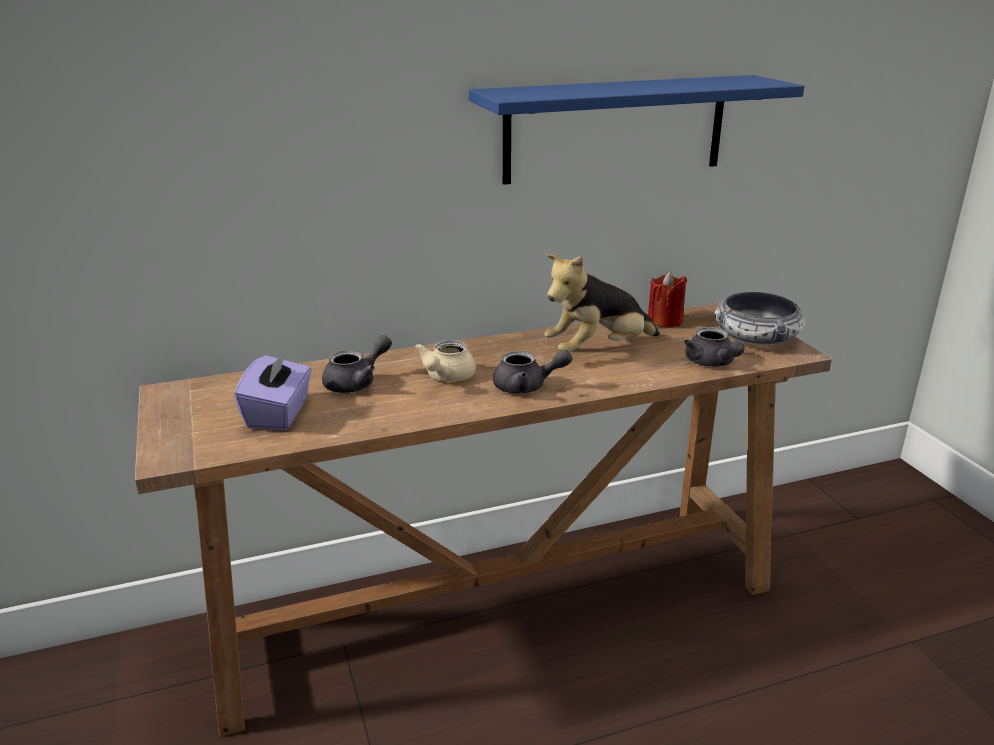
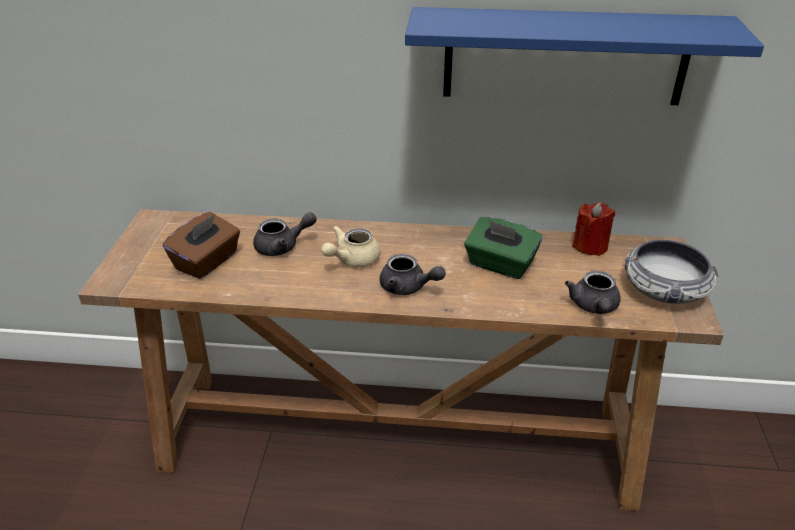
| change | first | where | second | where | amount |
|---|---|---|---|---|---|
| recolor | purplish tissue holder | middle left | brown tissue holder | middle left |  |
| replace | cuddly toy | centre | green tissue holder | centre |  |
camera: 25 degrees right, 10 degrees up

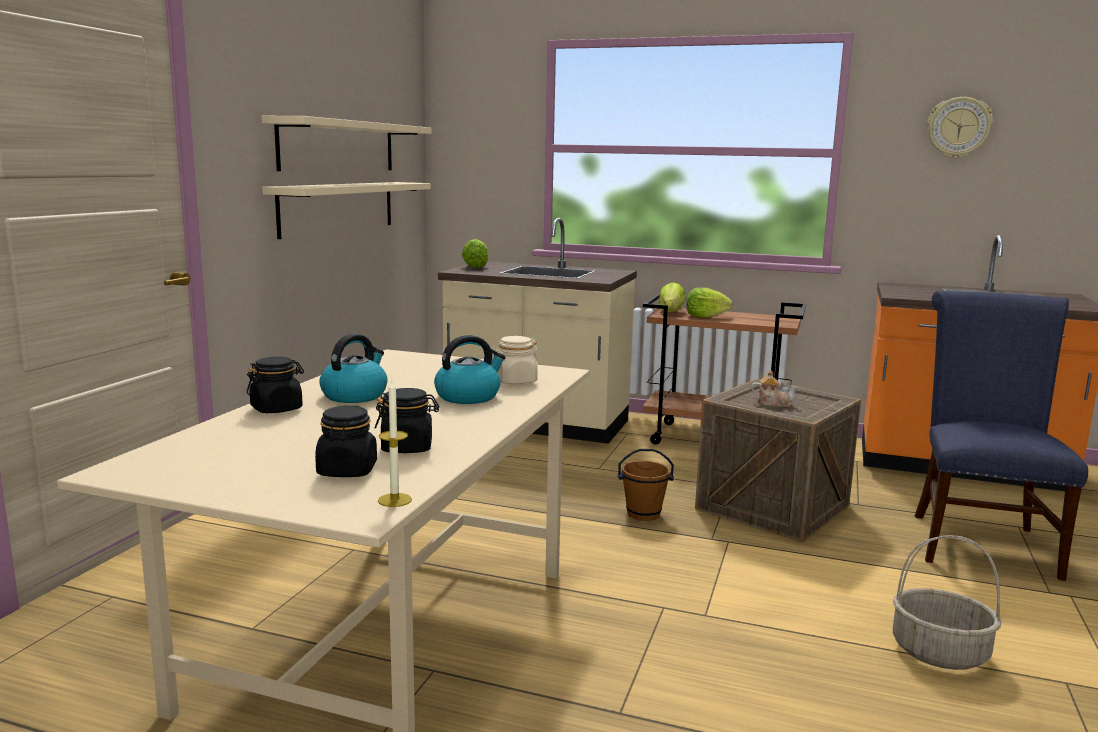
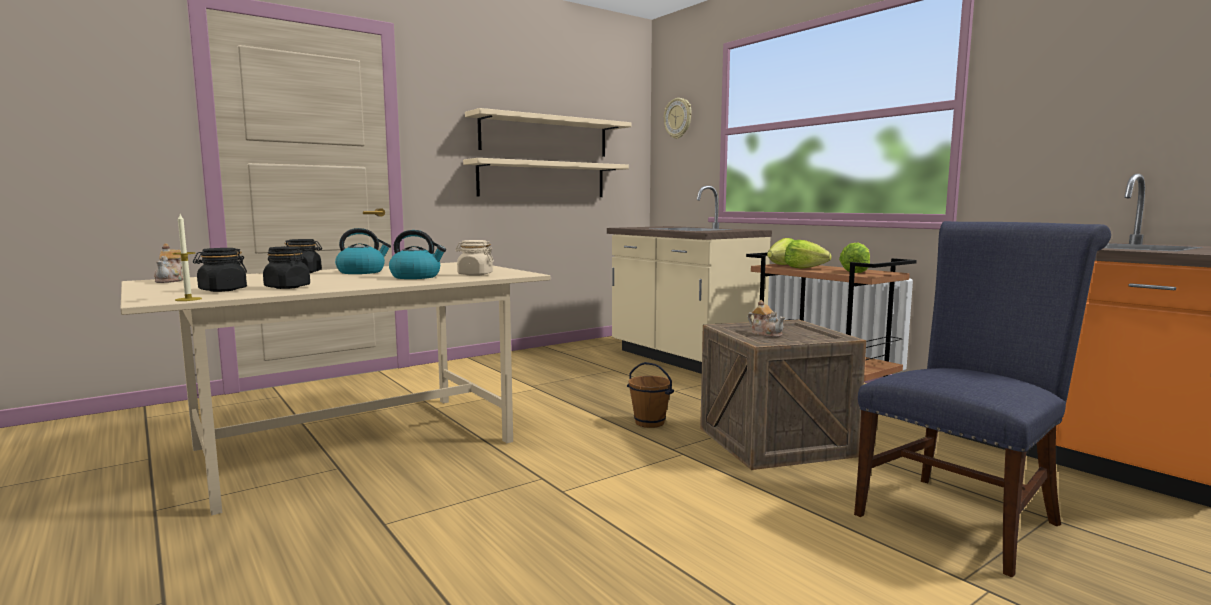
| change | first | where | second | where | amount |
|---|---|---|---|---|---|
| move | head of lettuce (1st from left in the first image) | centre | head of lettuce (3rd from left) | middle right |  |
| delete | basket | bottom right |  |  |  |
| move | clock on the wall | top right |  | top centre |  |
| insert |  |  | pot for tea (1st from left) | middle left |  |
camera: 35 degrees right, 5 degrees down

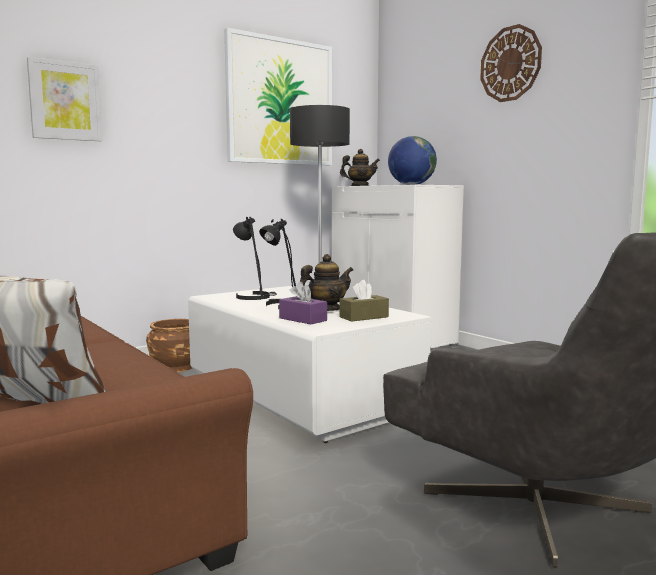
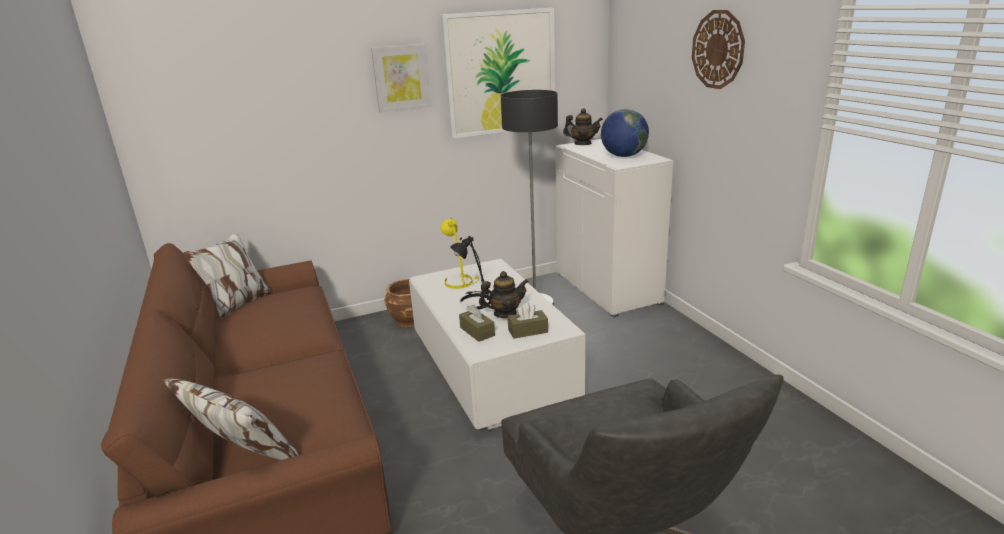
| change | first | where | second | where | amount |
|---|---|---|---|---|---|
| move | wall art (1st from left) | top left |  | top centre |  |
| recolor | black lamp for a table (1st from left) | centre | yellow lamp for a table | centre |  |
| recolor | purplish tissue holder | centre | brown tissue holder (1st from left) | centre |  |
camera: 15 degrees right, 15 degrees up

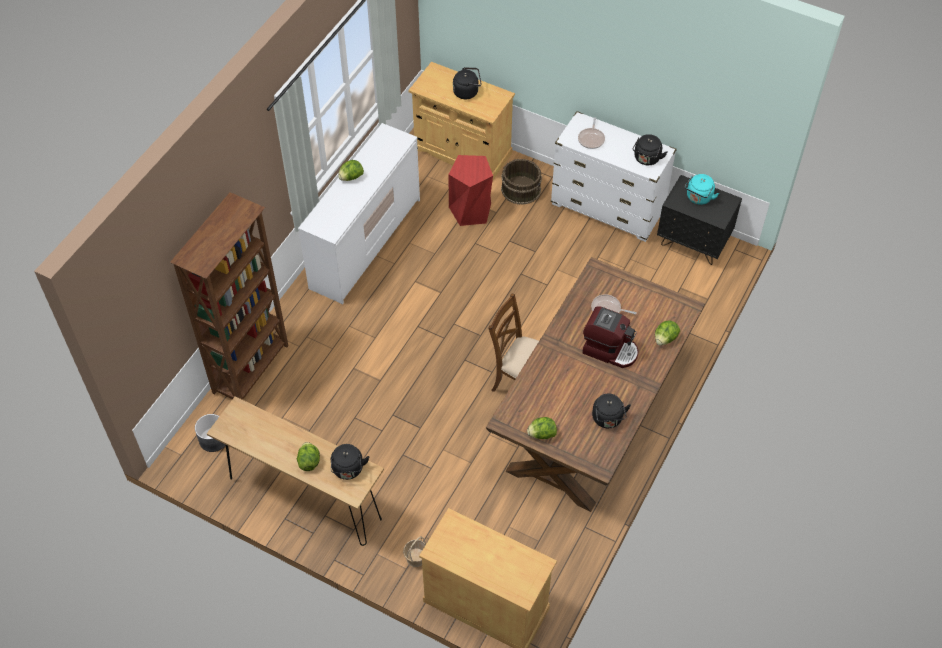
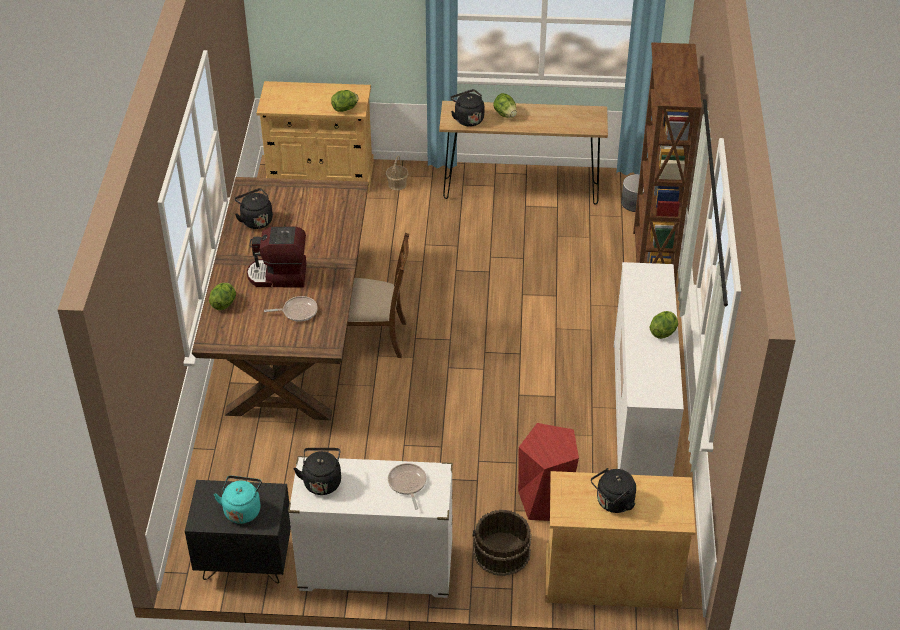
| change | first | where | second | where | amount |
|---|---|---|---|---|---|
| move | head of lettuce (3rd from left in the first image) | centre | head of lettuce (2nd from left) | top centre |  |
camera: 155 degrees right, 10 degrees down

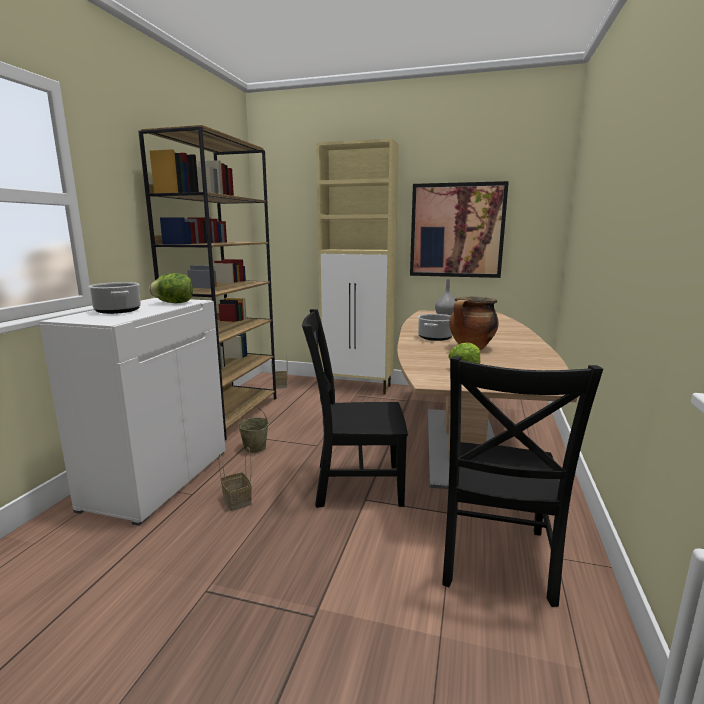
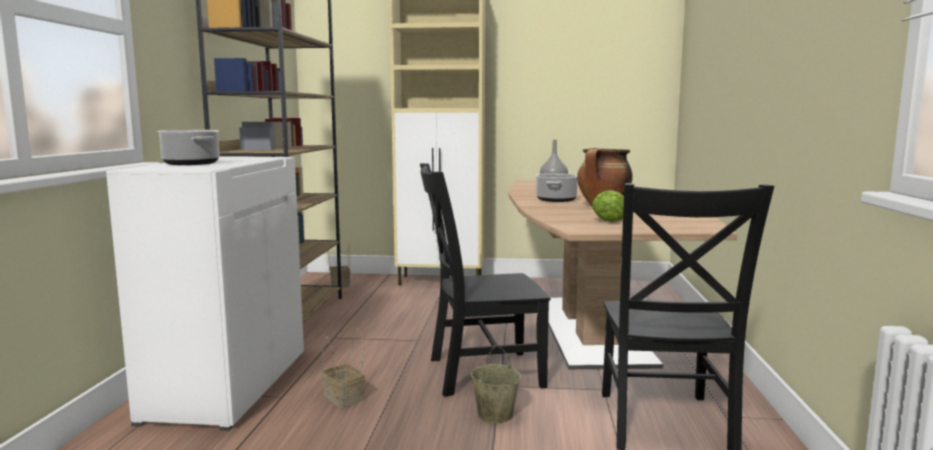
| change | first | where | second | where | amount |
|---|---|---|---|---|---|
| delete | head of lettuce (1st from left) | middle left |  |  |  |
| move | beige pail | centre |  | bottom centre |  |
| delete | wall art | top centre |  |  |  |
camera: 10 degrees left, 5 degrees down

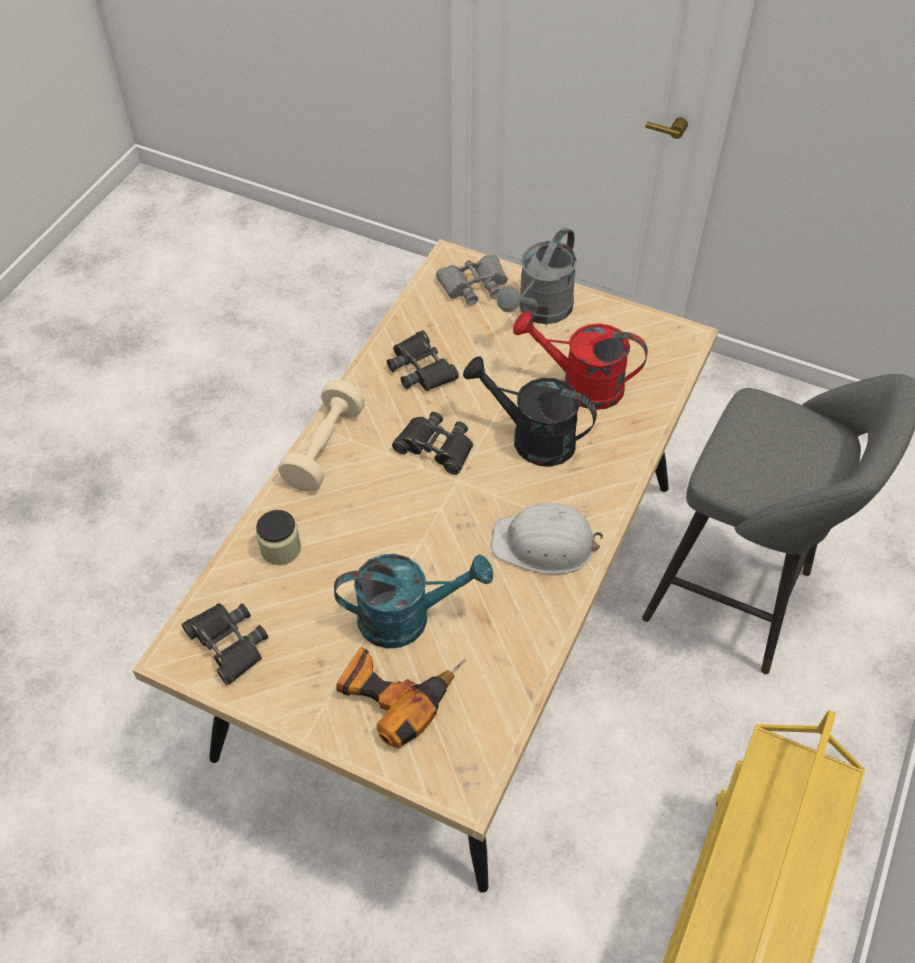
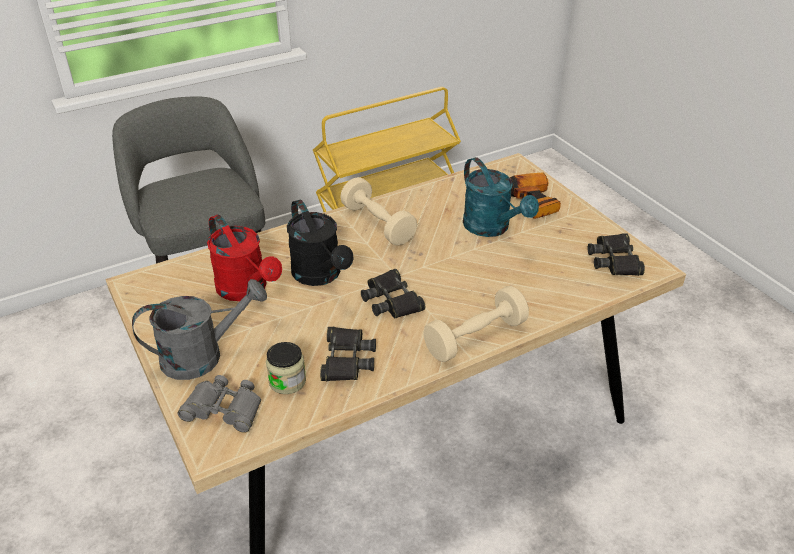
| change | first | where | second | where | amount |
|---|---|---|---|---|---|
| move | preserve jar | middle left |  | centre |  |
| rotate | turquoise watering can | centre |  | centre | 150 degrees counterclockwise |
| replace | white-coloured work helmet | centre | beige free weight (1st from left) | centre |  |
camera: 145 degrees left, 15 degrees down

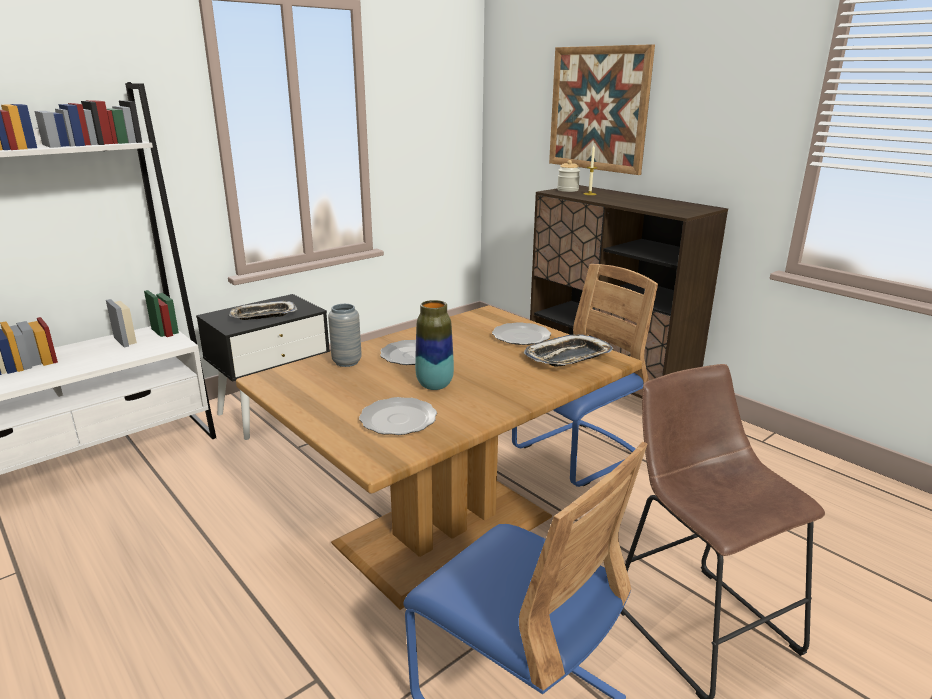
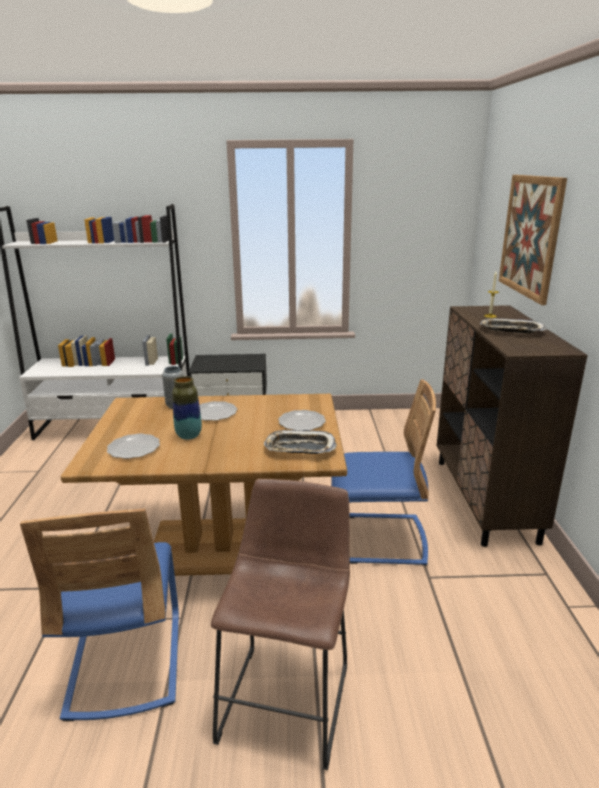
| change | first | where | second | where | amount |
|---|---|---|---|---|---|
| move | tray (1st from left in the first image) | middle left | tray (2nd from left) | middle right |  |
| delete | preserve jar | top centre |  |  |  |
camera: 40 degrees right, 0 degrees up

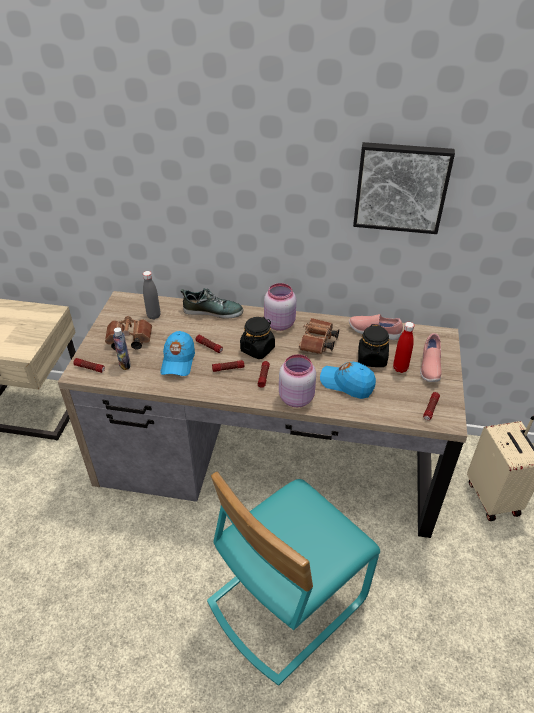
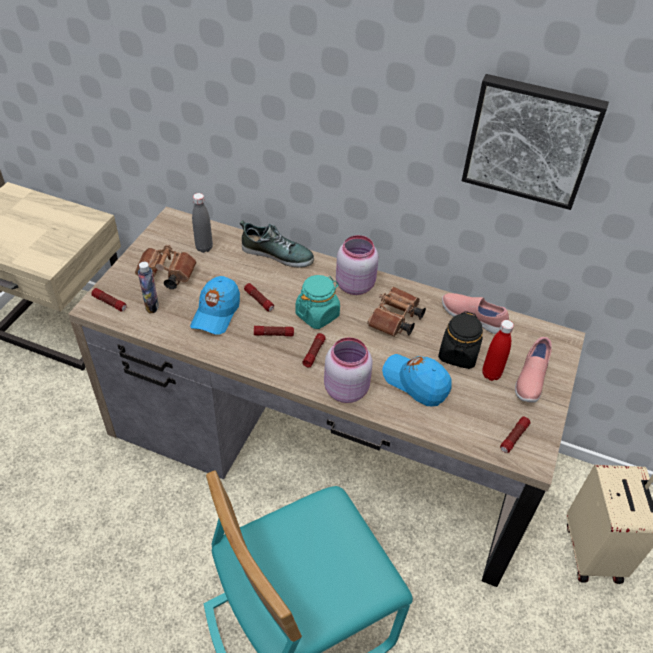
| change | first | where | second | where | amount |
|---|---|---|---|---|---|
| recolor | black preserve jar (1st from left) | centre | turquoise preserve jar | centre |  |
camera: 10 degrees right, 5 degrees up

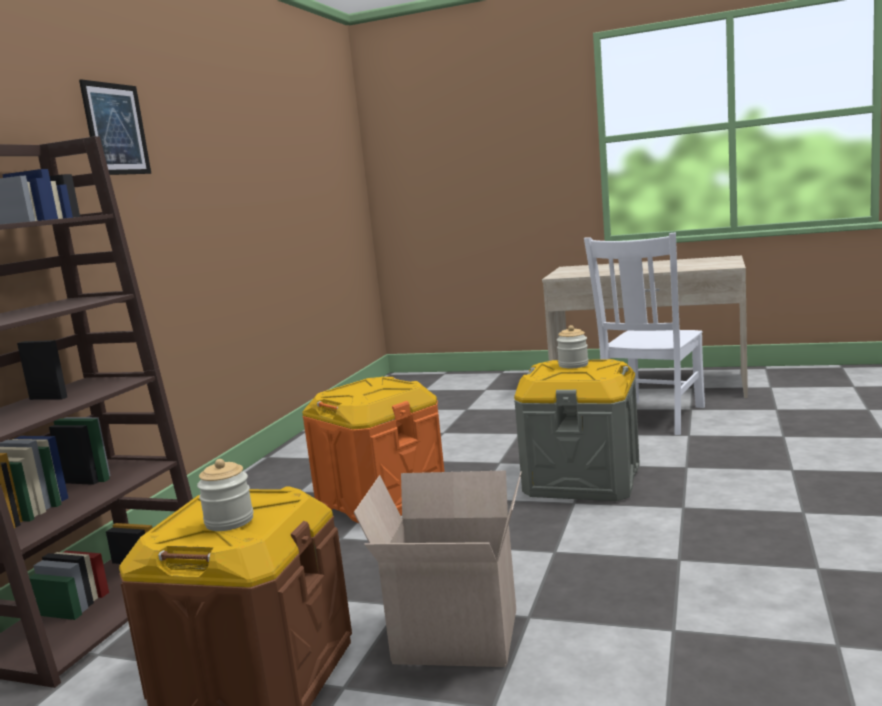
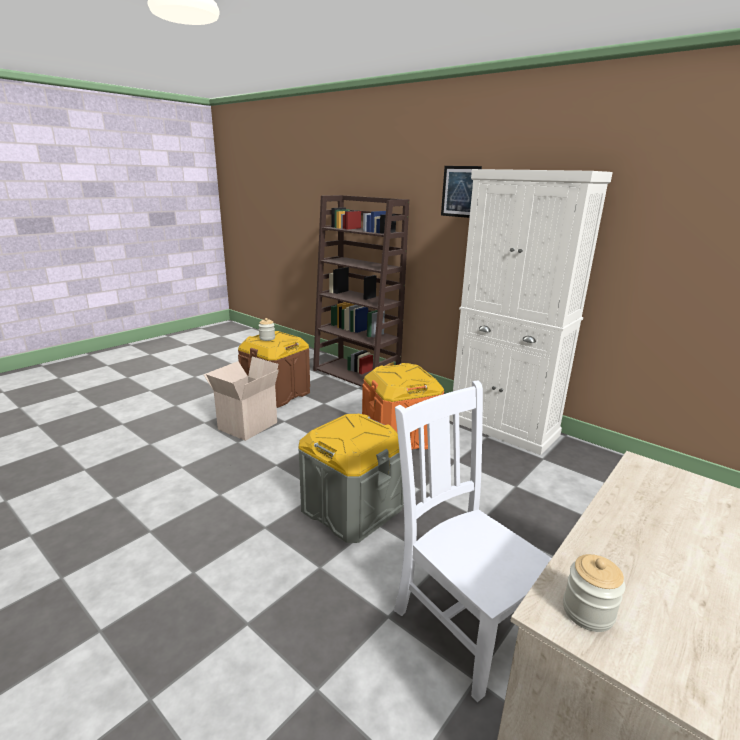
| change | first | where | second | where | amount |
|---|---|---|---|---|---|
| move | preserve jar (2nd from left) | centre |  | bottom right |  |
| insert |  |  | white-coloured storage cabinet | middle right |  |
camera: 110 degrees right, 10 degrees up

